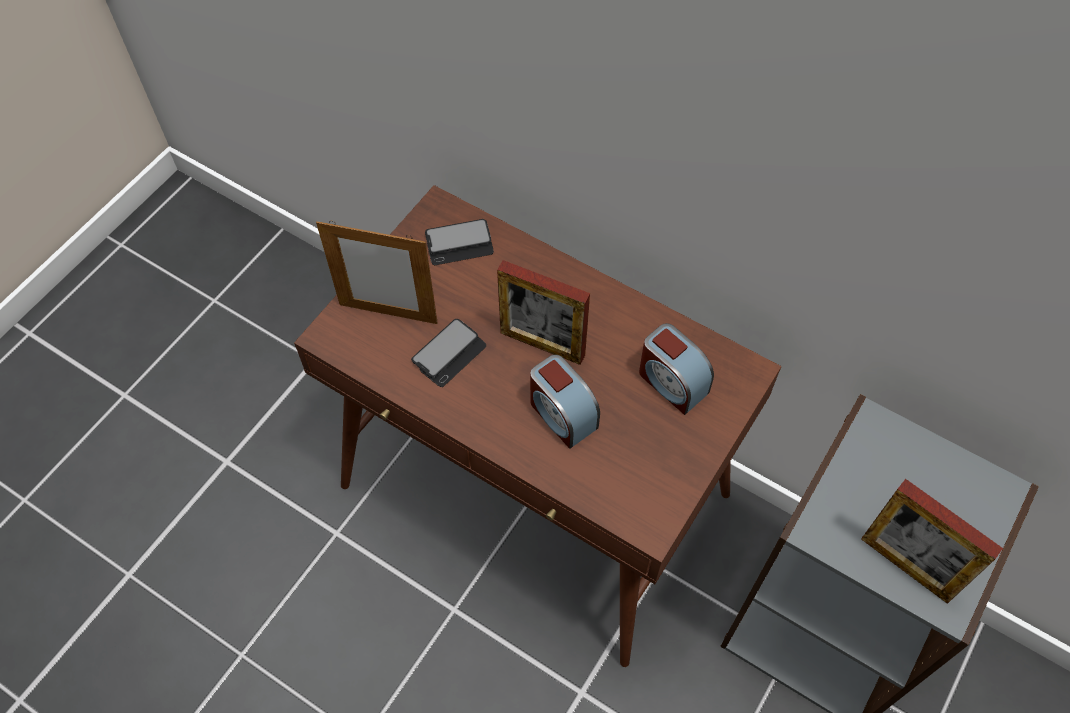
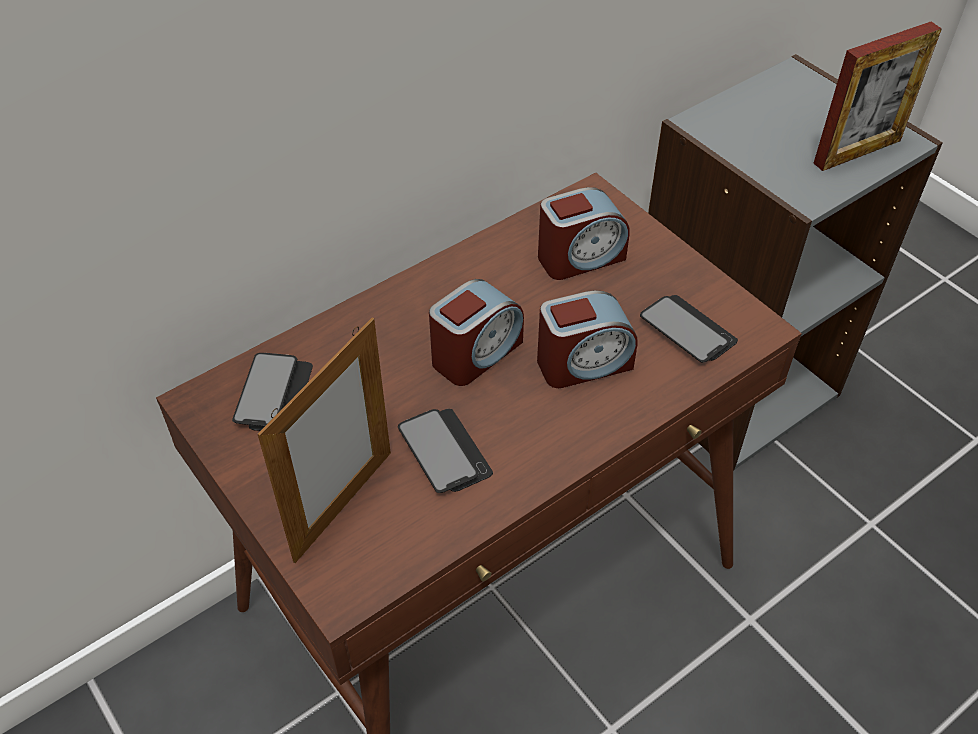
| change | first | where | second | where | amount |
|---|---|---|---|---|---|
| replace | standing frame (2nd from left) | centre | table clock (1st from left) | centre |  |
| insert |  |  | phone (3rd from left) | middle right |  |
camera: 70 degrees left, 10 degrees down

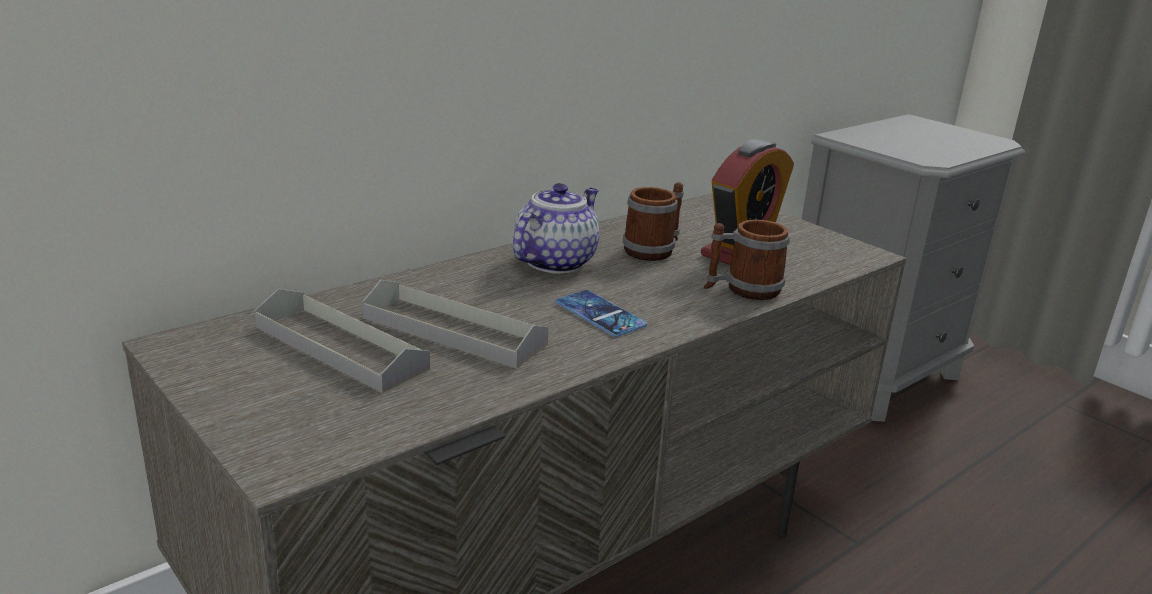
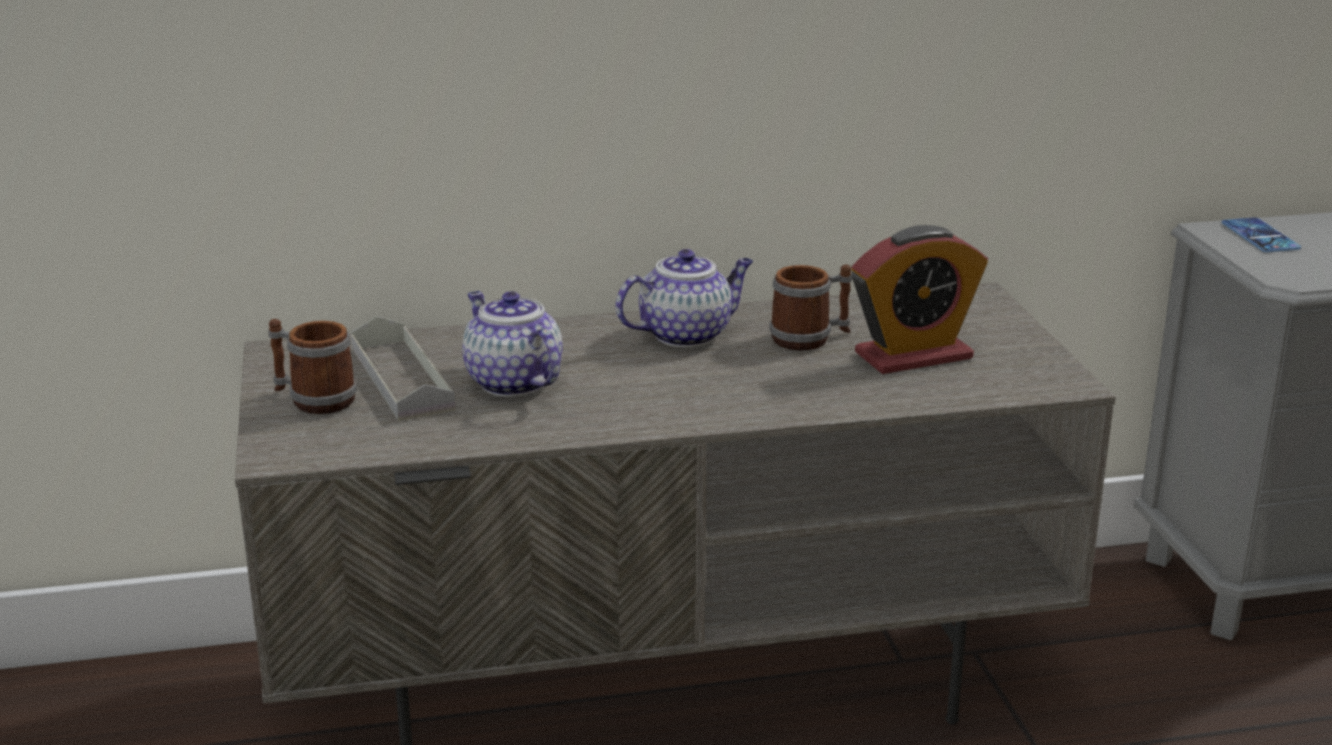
| change | first | where | second | where | amount |
|---|---|---|---|---|---|
| replace | grey tray (2nd from left) | centre | pot for tea (1st from left) | centre |  |
| move | phone | centre |  | top right |  |
| move | coffee mug (2nd from left in the first image) | centre | coffee mug (1st from left) | middle left |  |
camera: 30 degrees right, 0 degrees up

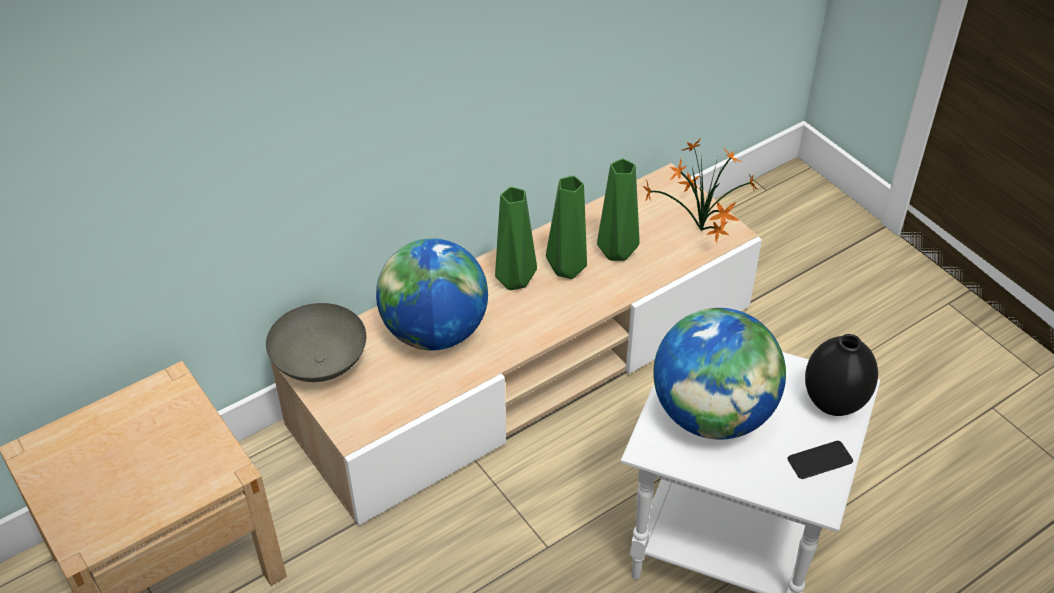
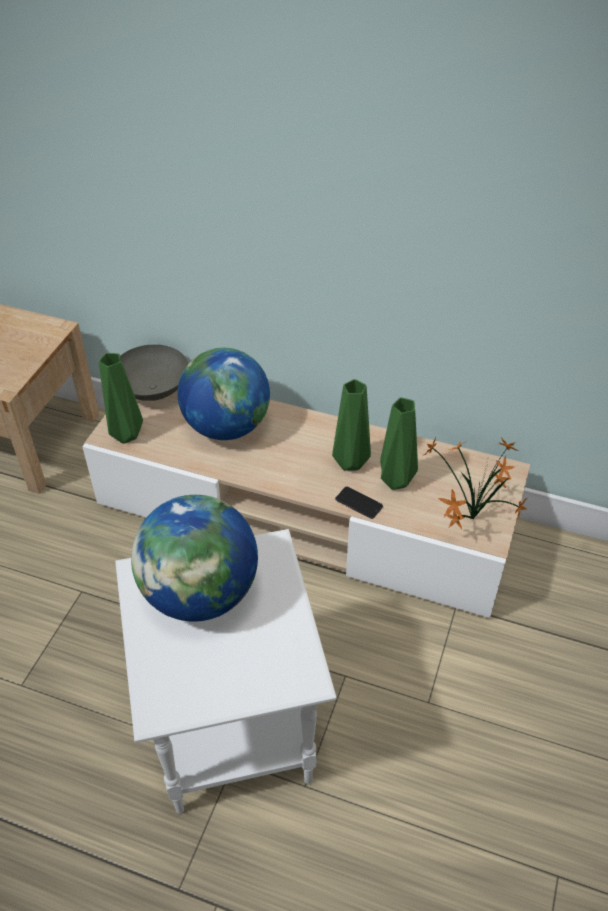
| change | first | where | second | where | amount |
|---|---|---|---|---|---|
| move | green flower vase (1st from left) | centre |  | middle left |  |
| move | phone | bottom right |  | centre |  |
| delete | black flower vase | middle right |  |  |  |
camera: 55 degrees right, 0 degrees up

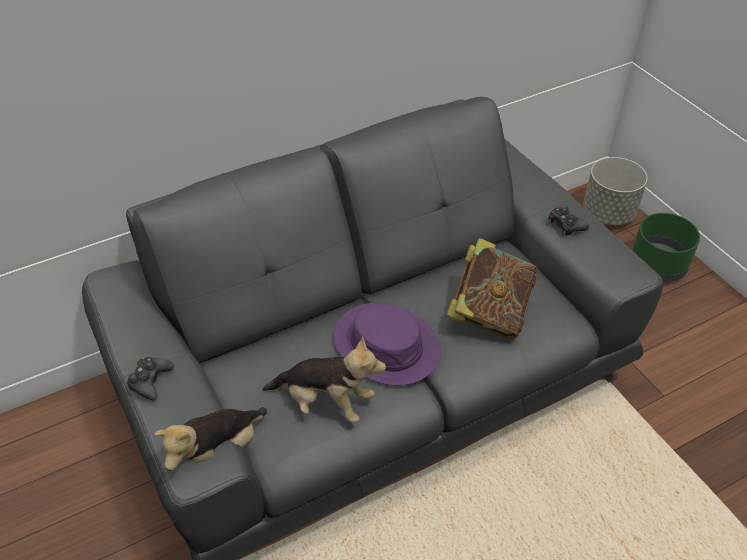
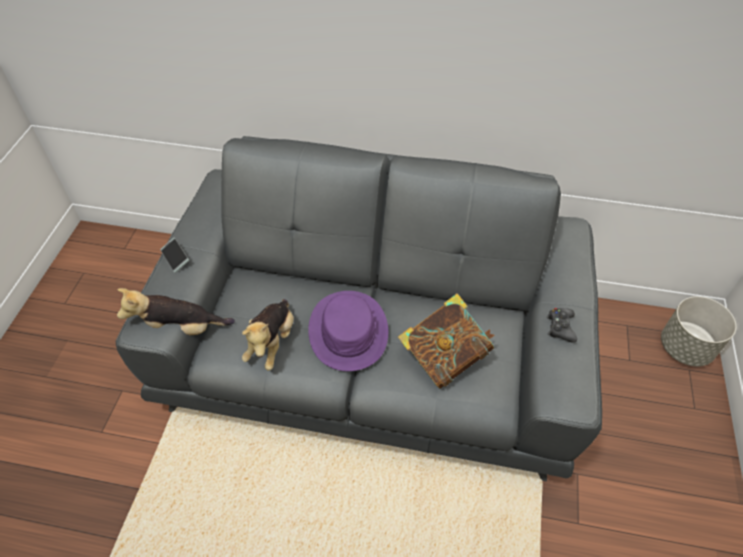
| change | first | where | second | where | amount |
|---|---|---|---|---|---|
| replace | black gamepad (1st from left) | bottom left | phone | middle left |  |
| rotate | cuddly toy (2nd from left) | bottom centre |  | centre | 45 degrees clockwise |
| delete | green plant pot | middle right |  |  |  |
camera: 40 degrees right, 5 degrees up

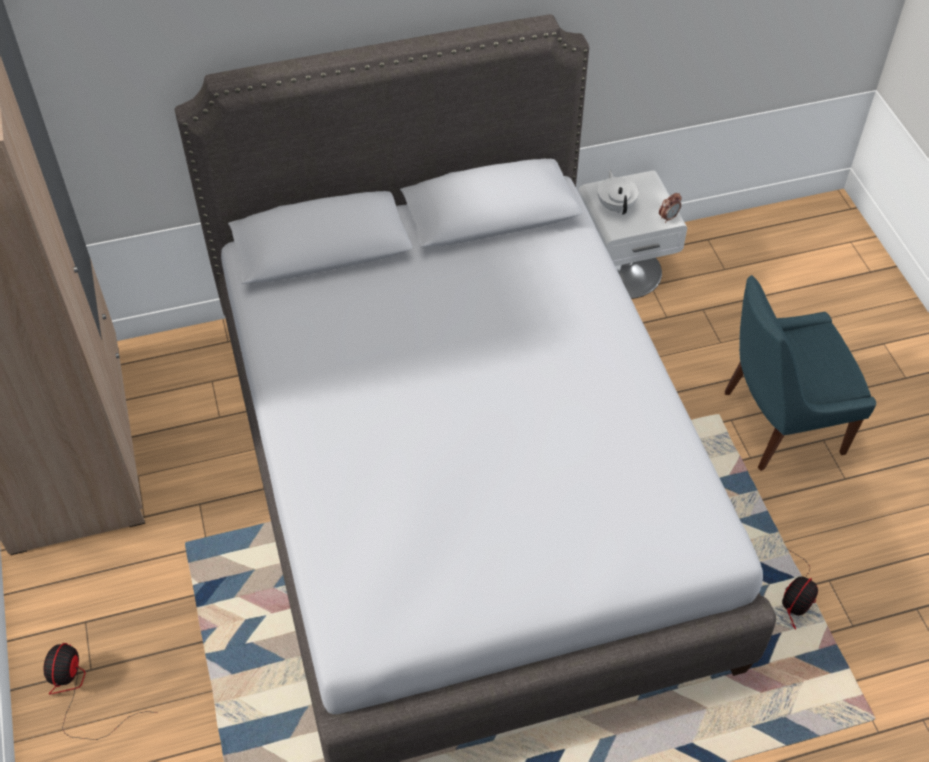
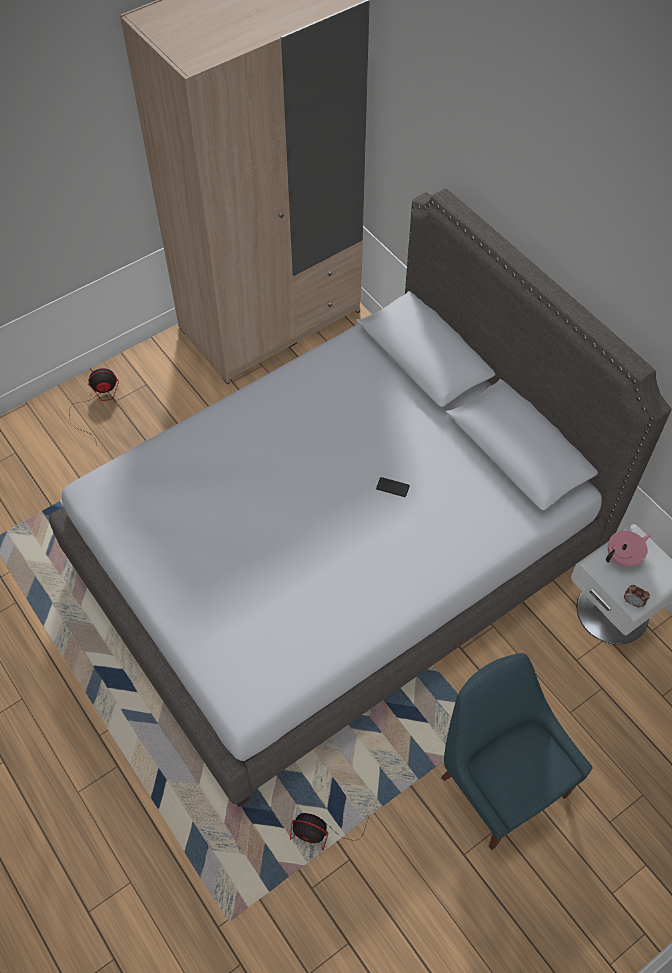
| change | first | where | second | where | amount |
|---|---|---|---|---|---|
| recolor | white-coloured pot for tea | top centre | pink-coloured pot for tea | middle right |  |
| insert |  |  | phone | centre |  |
camera: 70 degrees right, 5 degrees up

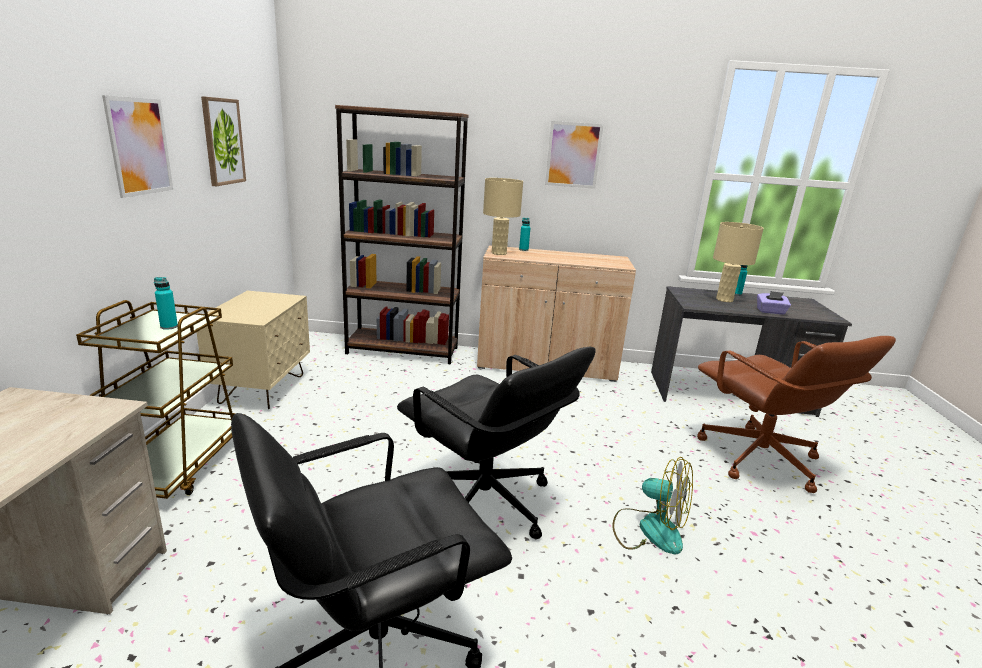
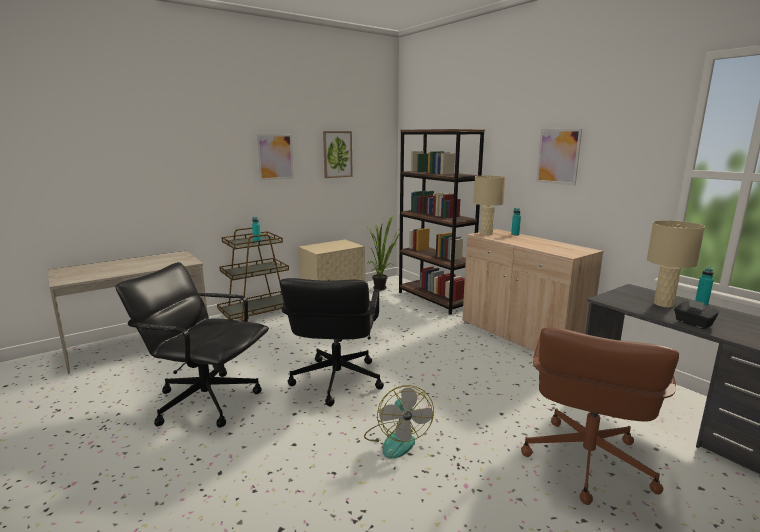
| change | first | where | second | where | amount |
|---|---|---|---|---|---|
| recolor | purplish tissue holder | middle right | black tissue holder | middle right |  |
| insert |  |  | plant in a pot | centre |  |
camera: 50 degrees right, 5 degrees down

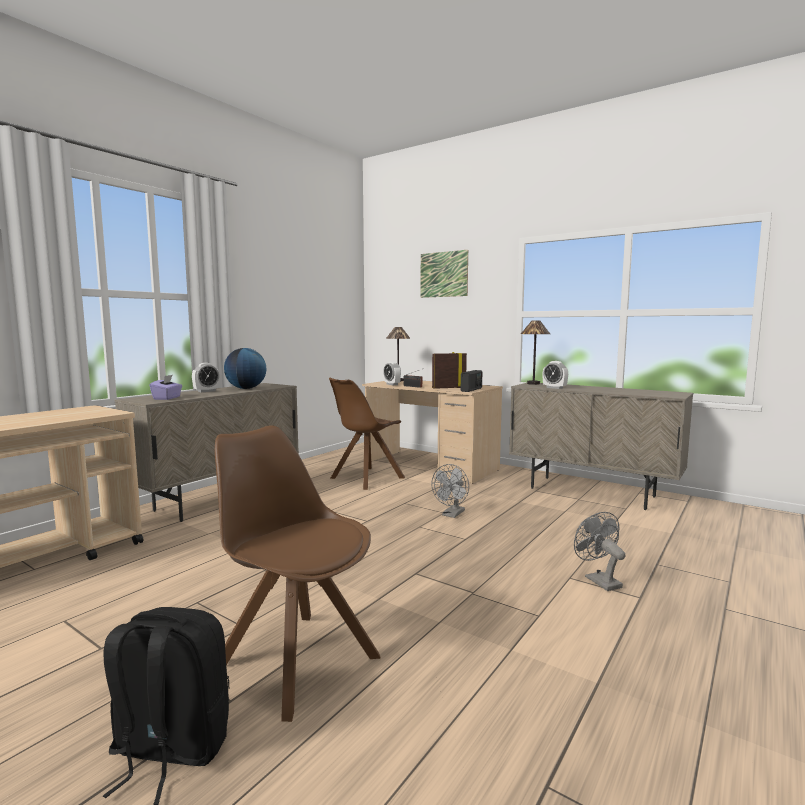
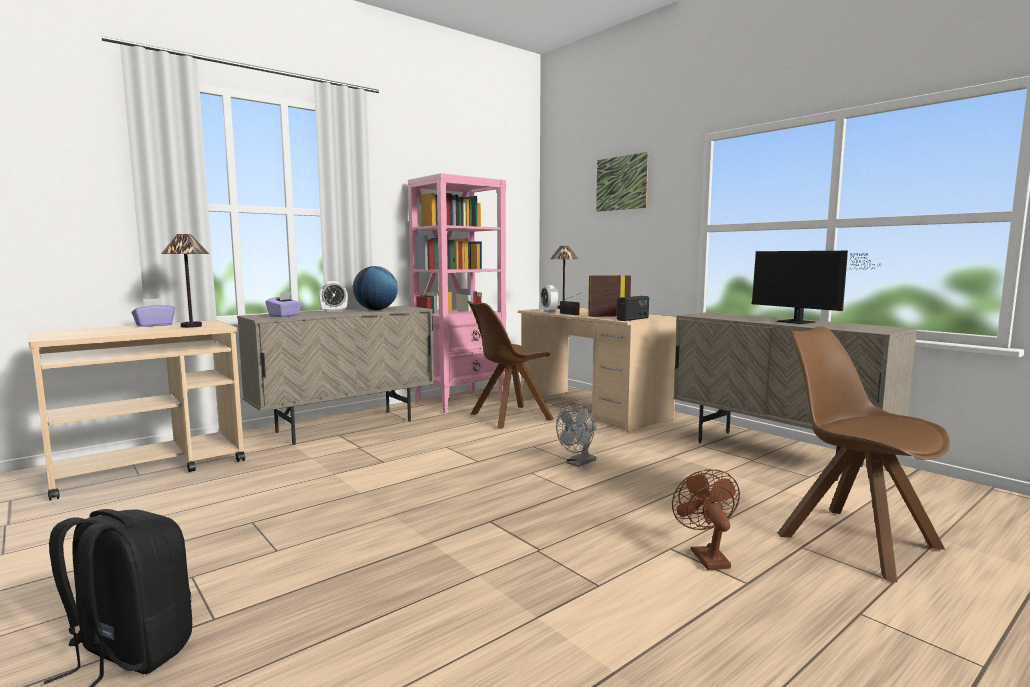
| change | first | where | second | where | amount |
|---|---|---|---|---|---|
| move | brown chair (1st from left in the first image) | bottom centre | brown chair (2nd from left) | middle right |  |
| move | lamp for a table (2nd from left in the first image) | centre | lamp for a table (1st from left) | middle left |  |
| delete | table clock (3rd from left) | middle right |  |  |  |
| recolor | grey electric fan (2nd from left) | bottom right | brown electric fan | bottom right |  |
| insert |  |  | purplish tissue holder (1st from left) | middle left |  |
| insert |  |  | pink-coloured bookshelf | centre |  |
| insert |  |  | computer display | middle right |  |
camera: 15 degrees right, 0 degrees up

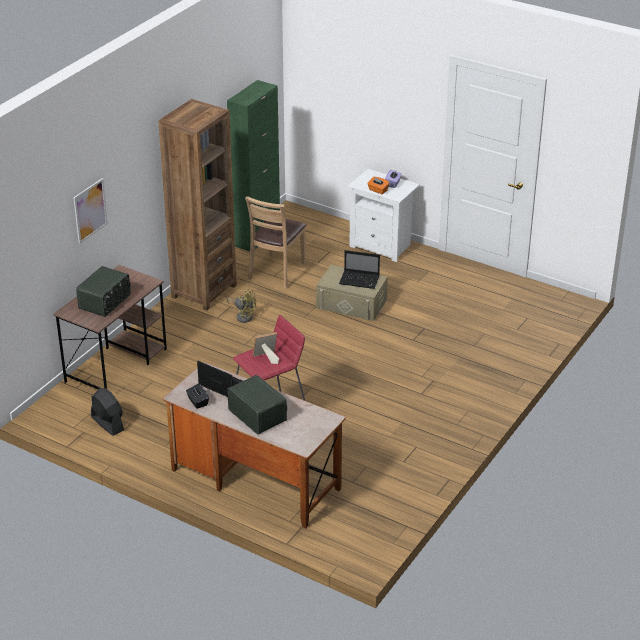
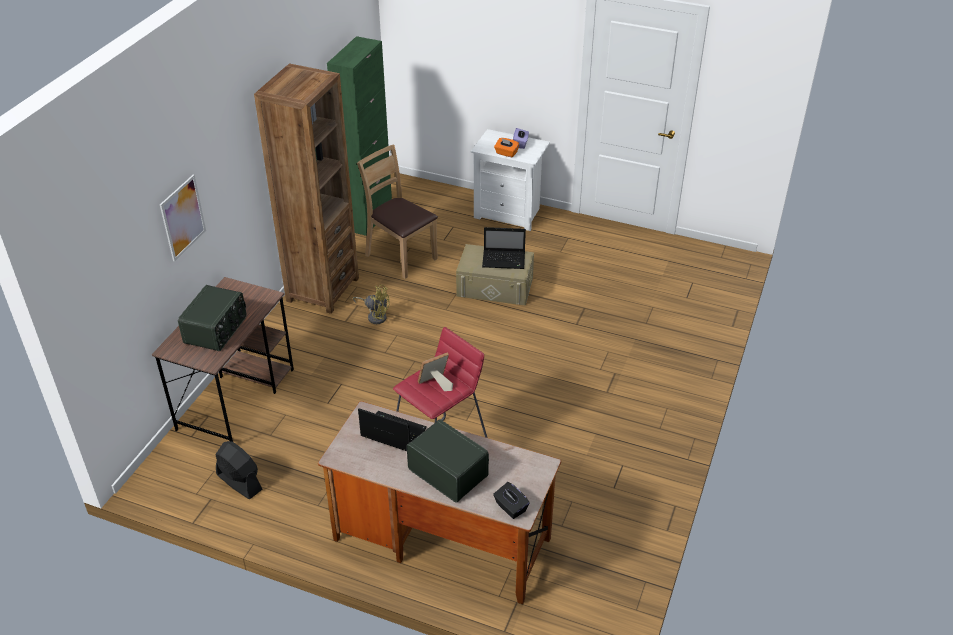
| change | first | where | second | where | amount |
|---|---|---|---|---|---|
| move | black tissue holder | middle left |  | bottom centre |  |
| rotate | brown chair | centre |  | centre | 120 degrees clockwise |
camera: 10 degrees left, 5 degrees up

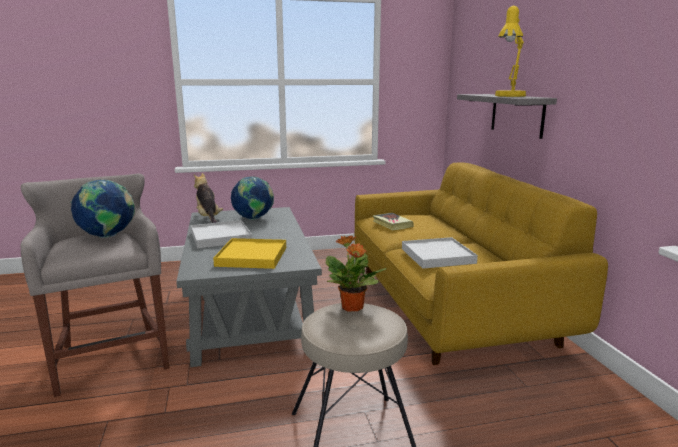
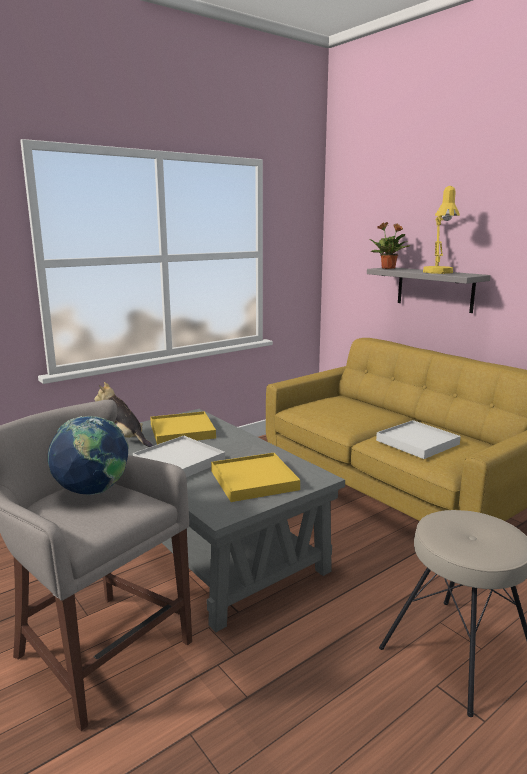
| change | first | where | second | where | amount |
|---|---|---|---|---|---|
| replace | desk globe (2nd from left) | centre | yellow tray (1st from left) | centre |  |
| move | plant in a pot | centre |  | top right |  |
| delete | volume | centre |  |  |  |
camera: 25 degrees left, 0 degrees up

